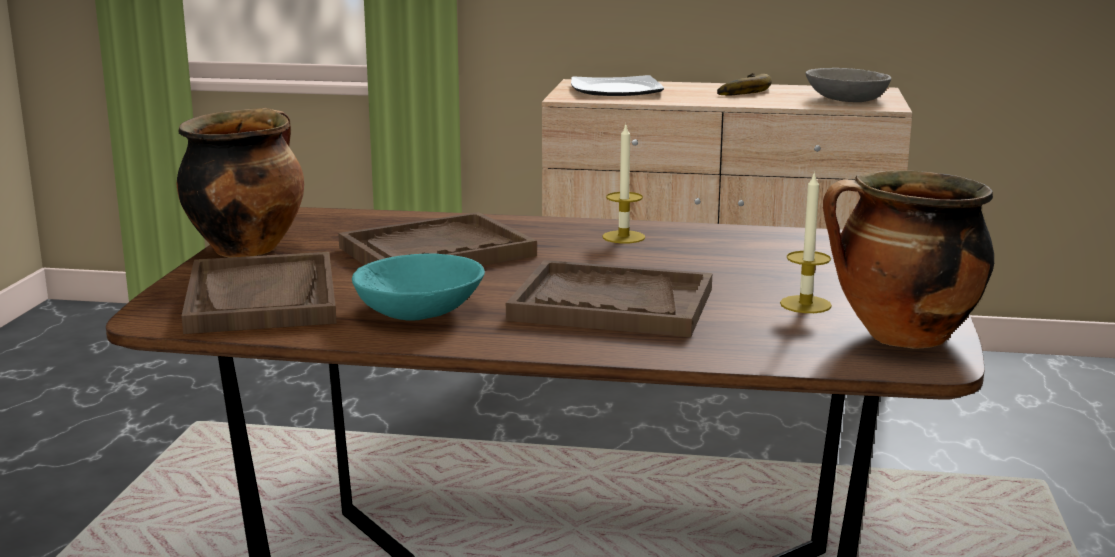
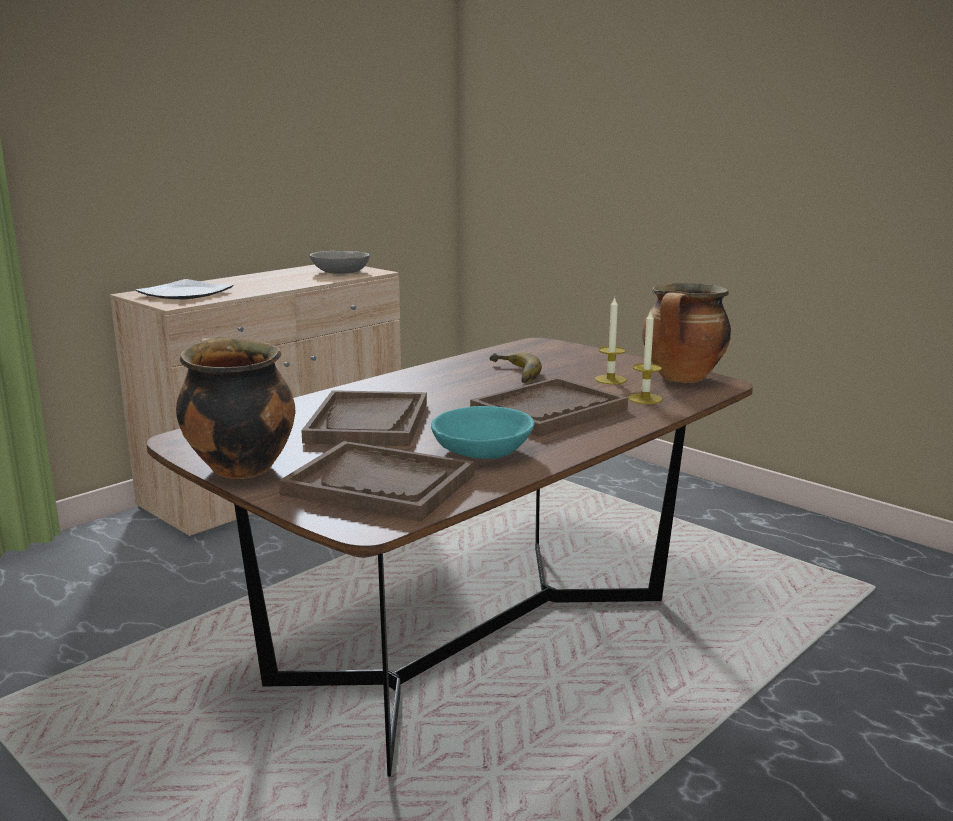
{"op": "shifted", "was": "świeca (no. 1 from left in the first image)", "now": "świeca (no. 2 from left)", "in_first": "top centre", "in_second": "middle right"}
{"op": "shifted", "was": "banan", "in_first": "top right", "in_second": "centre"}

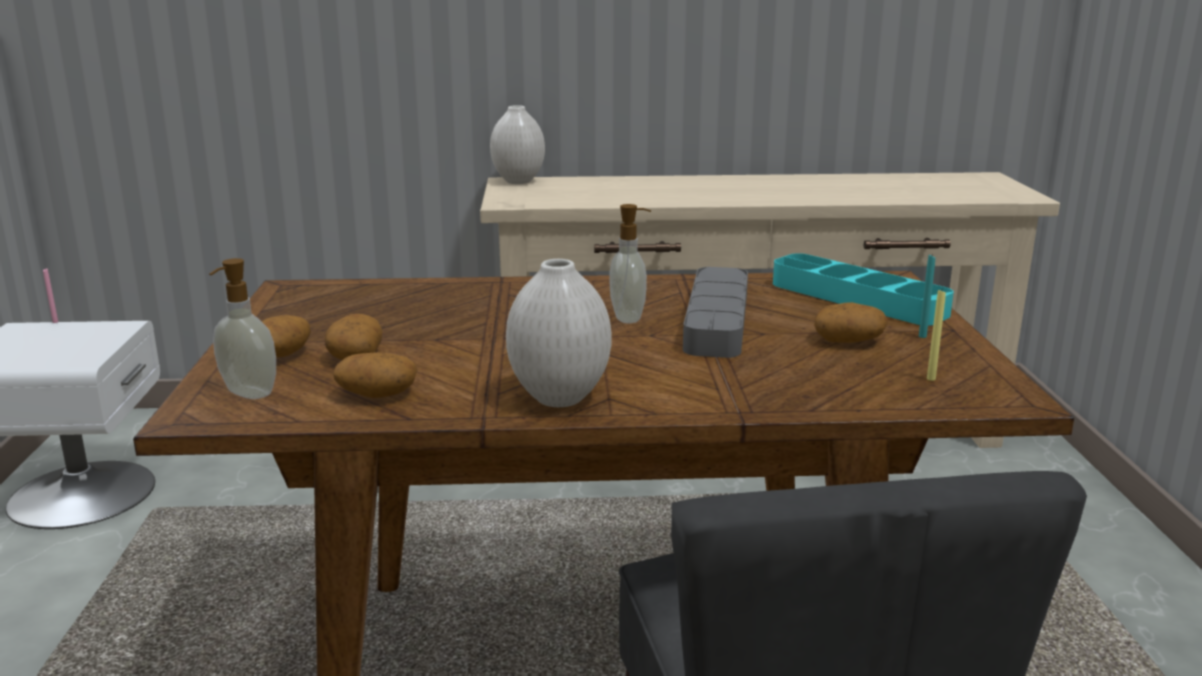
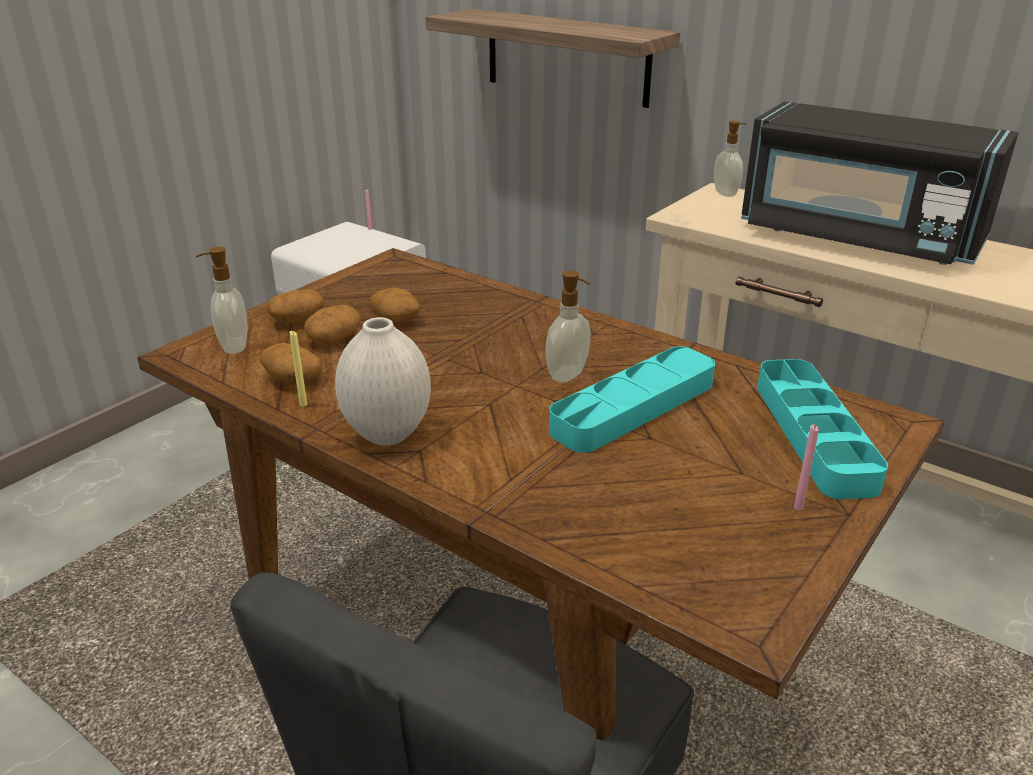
{"op": "new", "now": "półka", "in_second": "top centre"}
{"op": "new", "now": "mikrofalówka (czarny)", "in_second": "top right"}
{"op": "shifted", "was": "ziemniak (no. 4 from left)", "in_first": "middle right", "in_second": "centre"}
{"op": "shifted", "was": "świeca (żółty)", "in_first": "middle right", "in_second": "middle left"}
{"op": "swapped", "was": "wazon (biały) (no. 1 from left)", "now": "dozownik mydła (no. 3 from left)", "in_first": "top centre", "in_second": "top right"}
{"op": "repainted", "was": "taca (szary)", "now": "taca (turkusowy) (no. 1 from left)", "in_first": "centre", "in_second": "centre"}
{"op": "repainted", "was": "świeca (turkusowy)", "now": "świeca (różowy) (no. 2 from left)", "in_first": "middle right", "in_second": "middle right"}

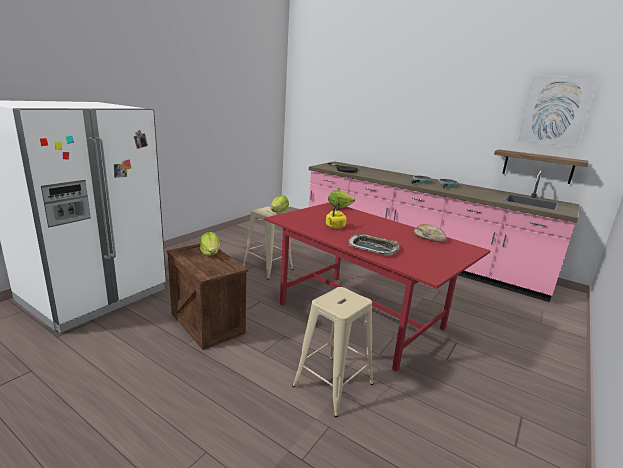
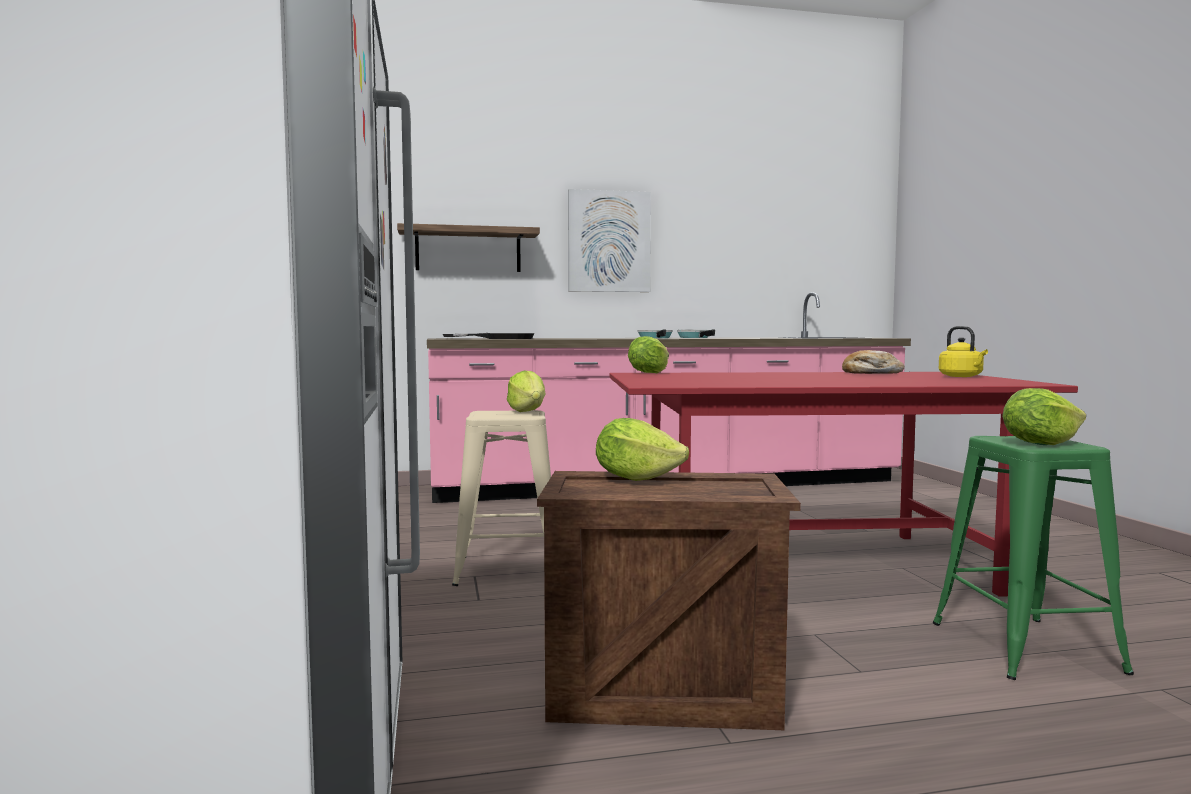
{"op": "gone", "was": "taca", "in_first": "centre"}
{"op": "new", "now": "sałata (no. 4 from left)", "in_second": "middle right"}
{"op": "shifted", "was": "czajnik (żółty)", "in_first": "centre", "in_second": "middle right"}
{"op": "shifted", "was": "półka", "in_first": "middle right", "in_second": "top centre"}
{"op": "shifted", "was": "obraz", "in_first": "top right", "in_second": "top centre"}
{"op": "repainted", "was": "stołek (beżowy) (no. 2 from left)", "now": "stołek (zielony)", "in_first": "bottom centre", "in_second": "bottom right"}

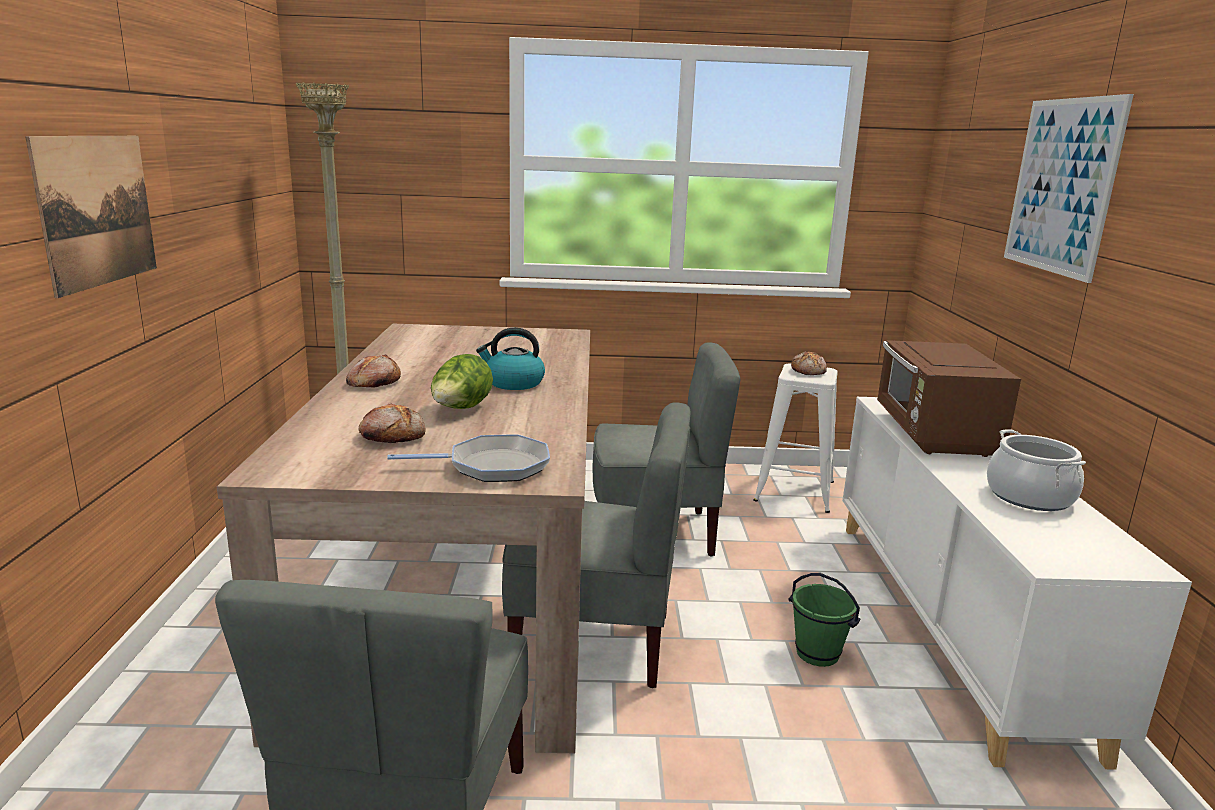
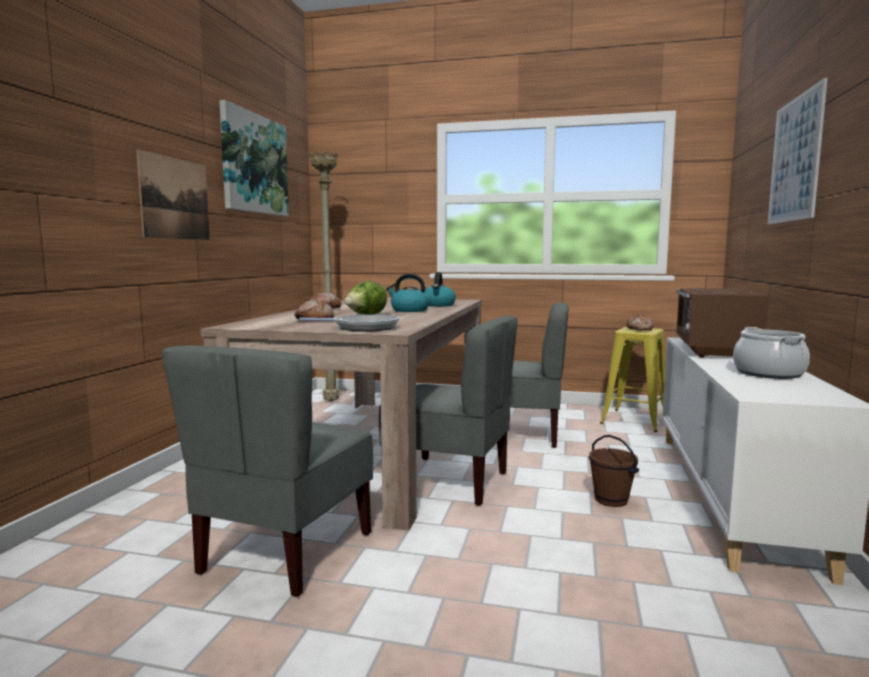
{"op": "new", "now": "obraz (no. 2 from left)", "in_second": "top left"}
{"op": "new", "now": "czajnik (no. 2 from left)", "in_second": "centre"}
{"op": "repainted", "was": "stołek (biały)", "now": "stołek (żółty)", "in_first": "centre", "in_second": "middle right"}
{"op": "repainted", "was": "wiadro (zielony)", "now": "wiadro (brązowy)", "in_first": "bottom right", "in_second": "bottom right"}

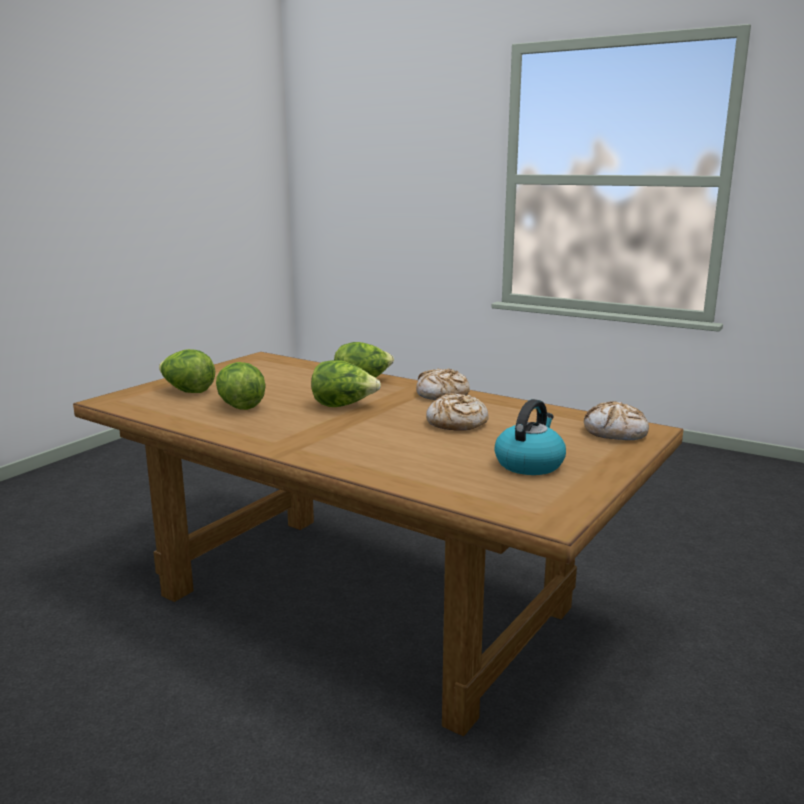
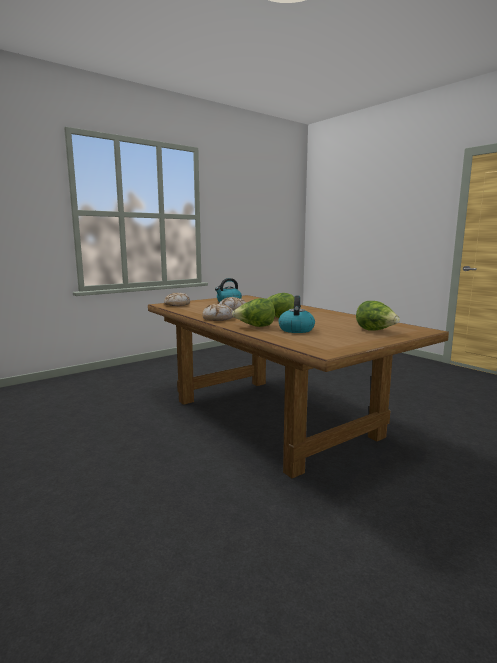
{"op": "gone", "was": "sałata (no. 2 from left)", "in_first": "middle left"}
{"op": "new", "now": "czajnik (no. 2 from left)", "in_second": "centre"}

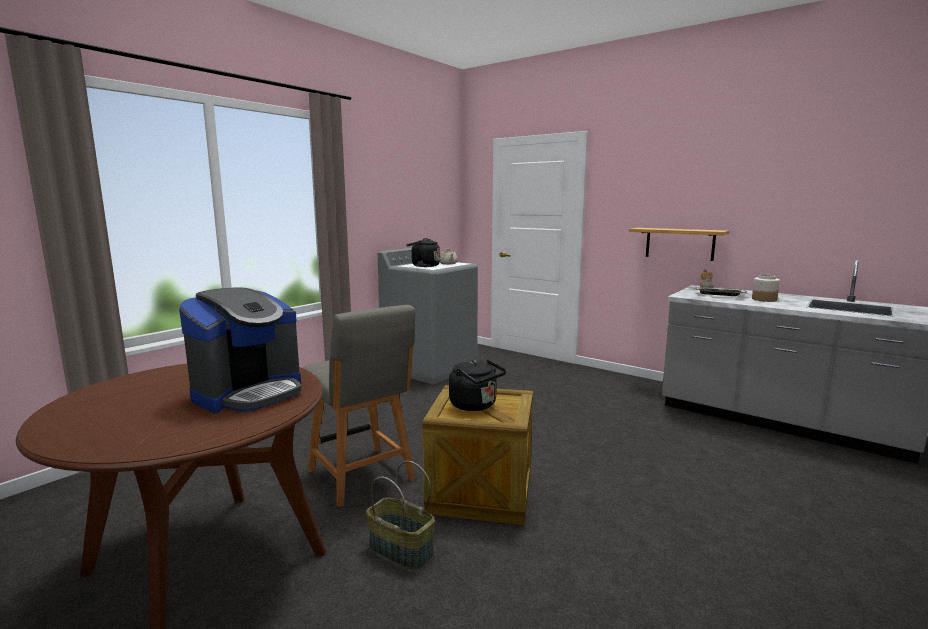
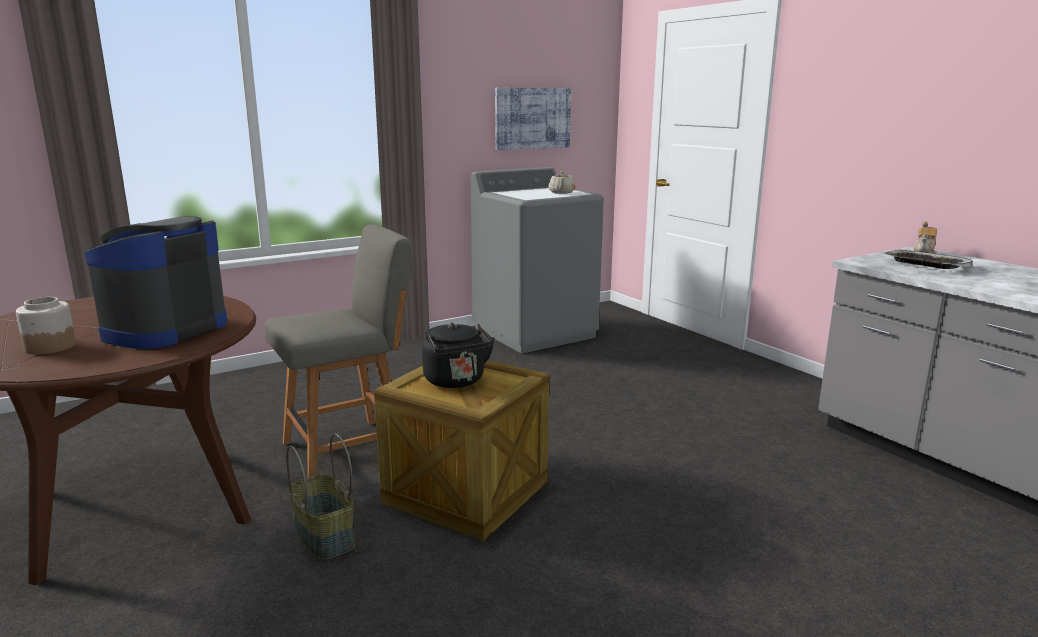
{"op": "gone", "was": "czajnik (czarny) (no. 1 from left)", "in_first": "centre"}
{"op": "gone", "was": "półka", "in_first": "middle right"}
{"op": "new", "now": "obraz", "in_second": "top centre"}
{"op": "shifted", "was": "słoik", "in_first": "middle right", "in_second": "middle left"}
{"op": "rotated", "was": "ekspres do kawy", "in_first": "middle left", "in_second": "middle left", "clockwise": 150}
{"op": "rotated", "was": "krzesło (szary)", "in_first": "centre", "in_second": "middle left", "clockwise": -105}

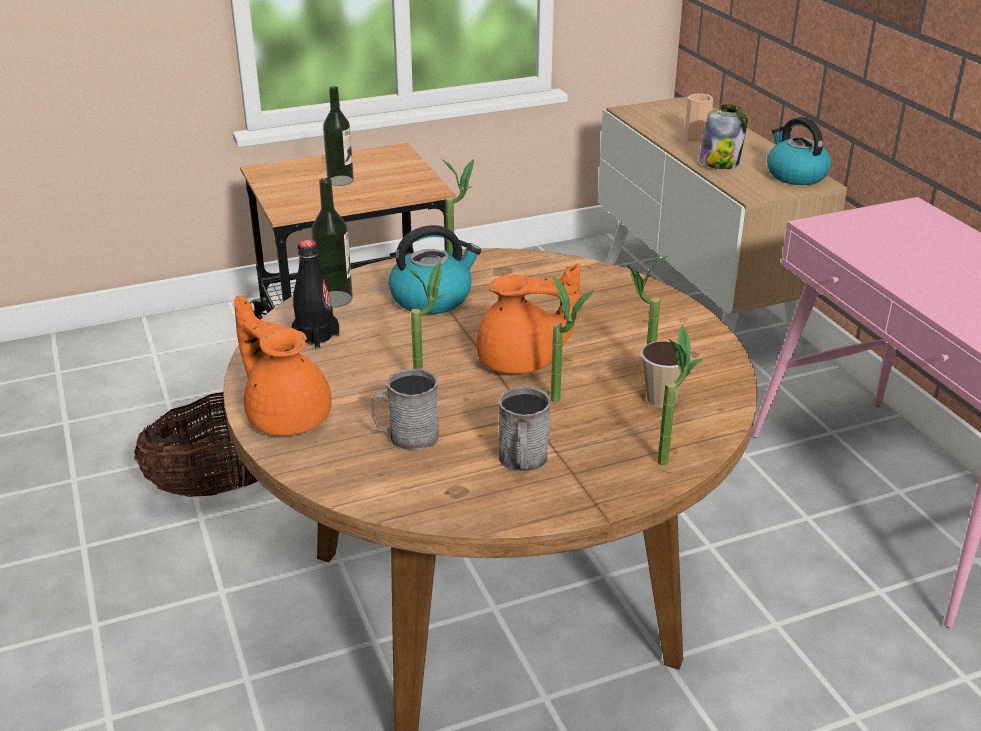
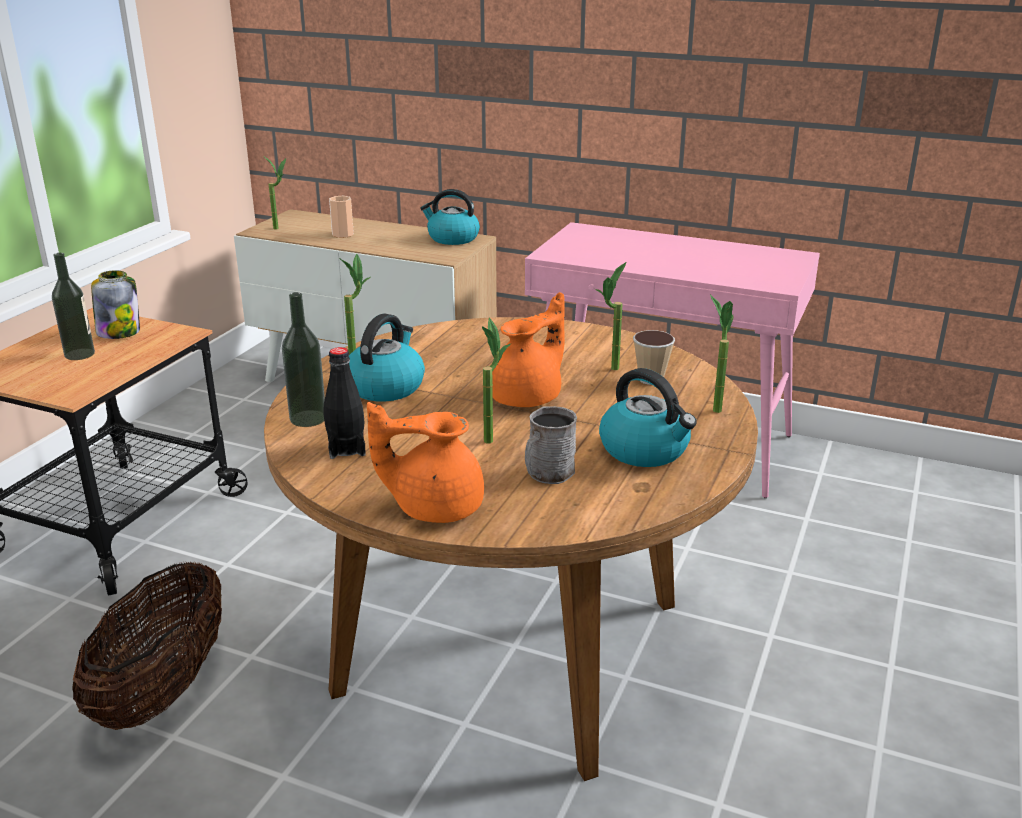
{"op": "shifted", "was": "roślina doniczkowa (no. 3 from left in the first image)", "now": "roślina doniczkowa (no. 1 from left)", "in_first": "centre", "in_second": "top left"}
{"op": "shifted", "was": "słoik", "in_first": "top right", "in_second": "middle left"}
{"op": "swapped", "was": "kubek (szary) (no. 2 from left)", "now": "czajnik (no. 3 from left)", "in_first": "centre", "in_second": "centre"}

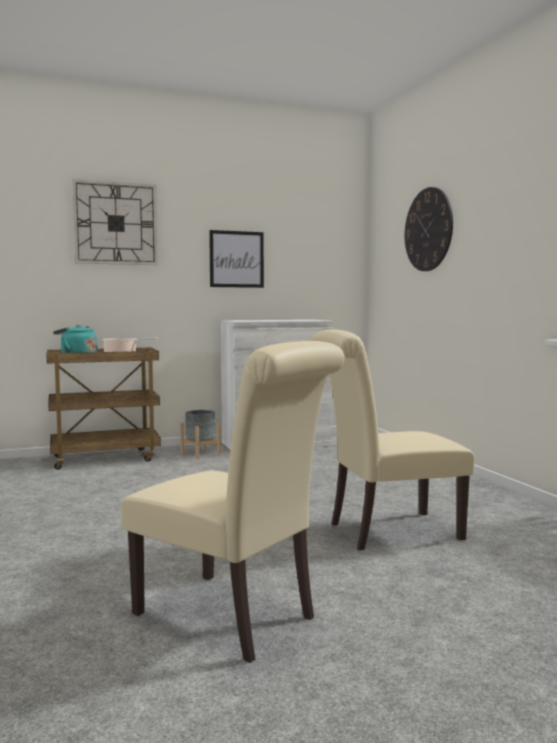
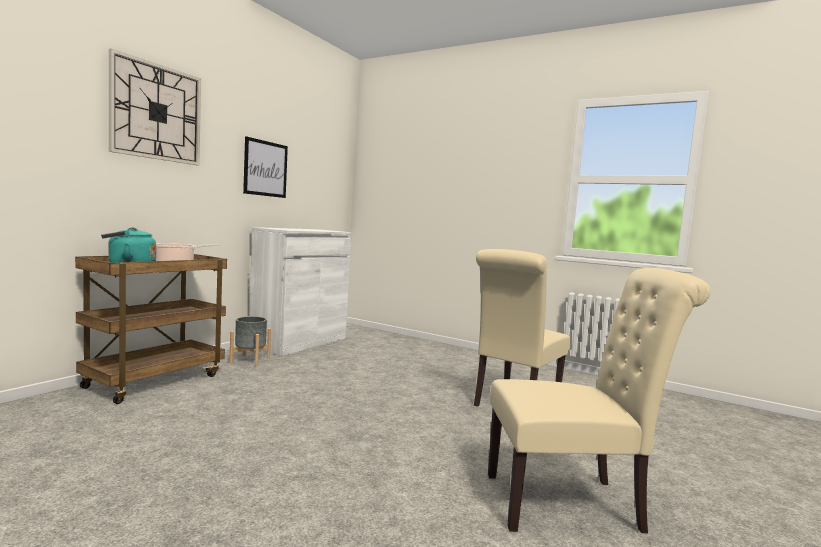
{"op": "gone", "was": "zegar ścienny (no. 2 from left)", "in_first": "top right"}

